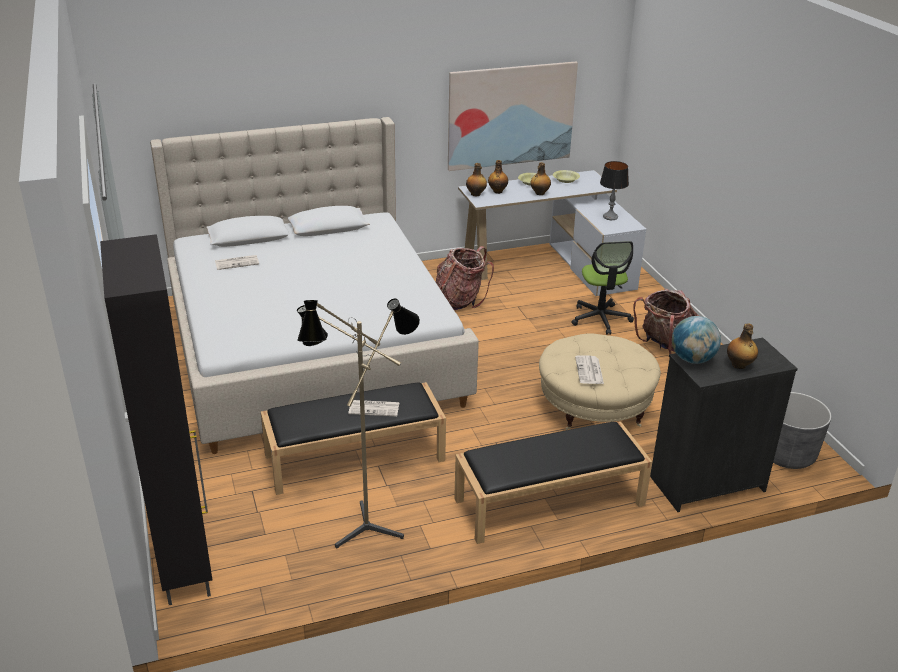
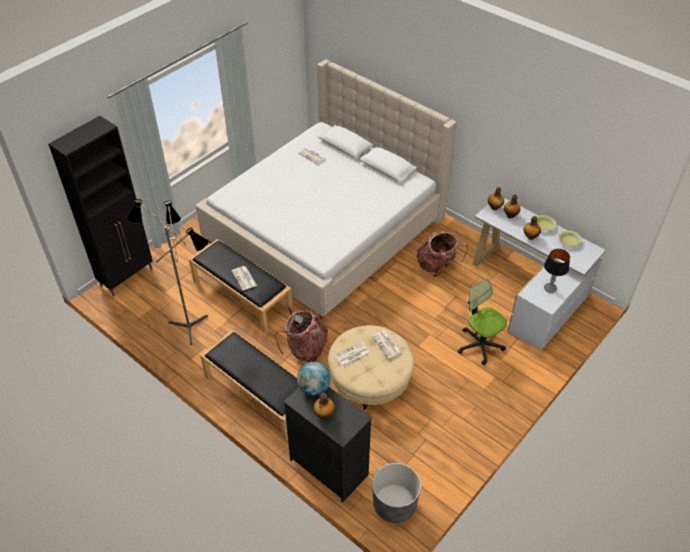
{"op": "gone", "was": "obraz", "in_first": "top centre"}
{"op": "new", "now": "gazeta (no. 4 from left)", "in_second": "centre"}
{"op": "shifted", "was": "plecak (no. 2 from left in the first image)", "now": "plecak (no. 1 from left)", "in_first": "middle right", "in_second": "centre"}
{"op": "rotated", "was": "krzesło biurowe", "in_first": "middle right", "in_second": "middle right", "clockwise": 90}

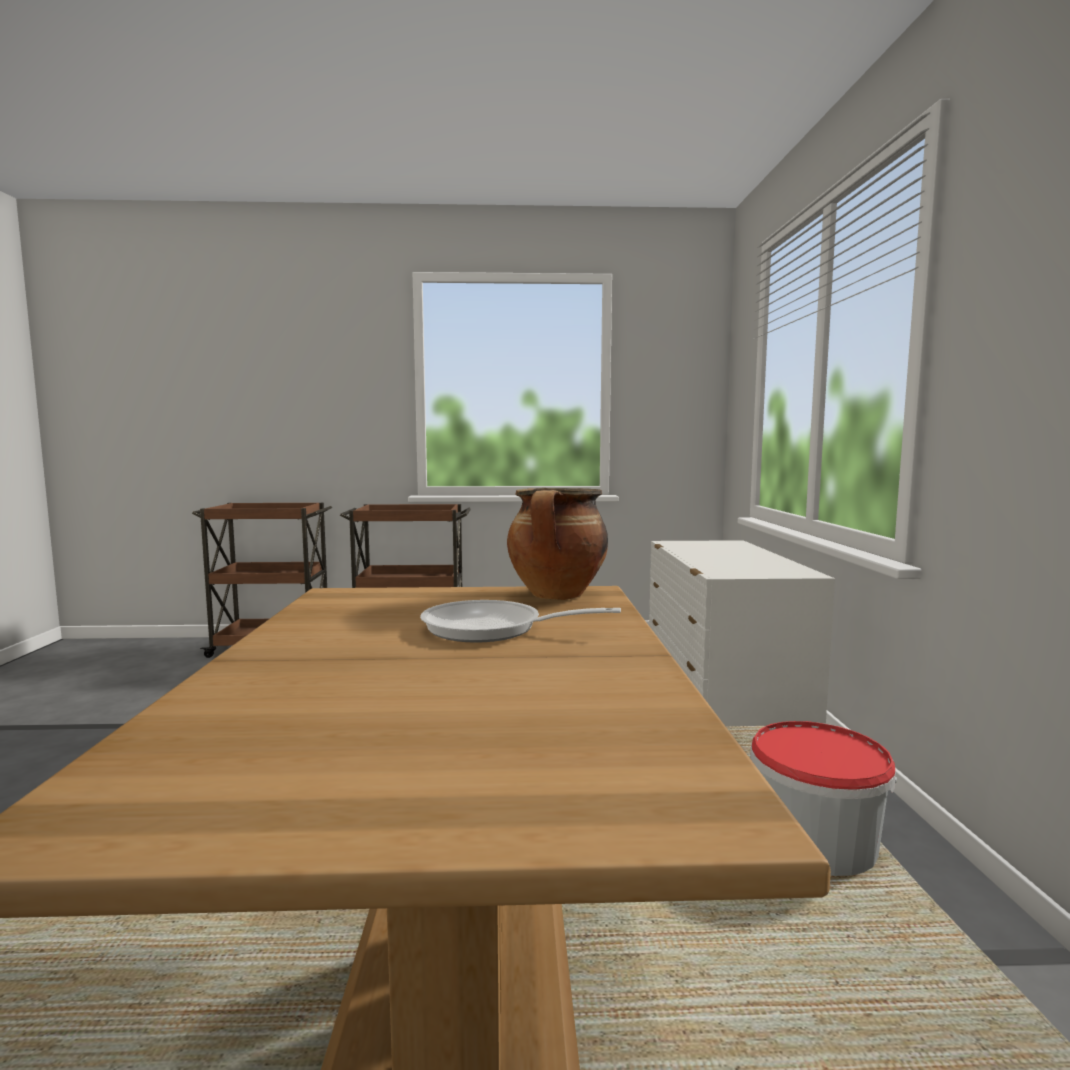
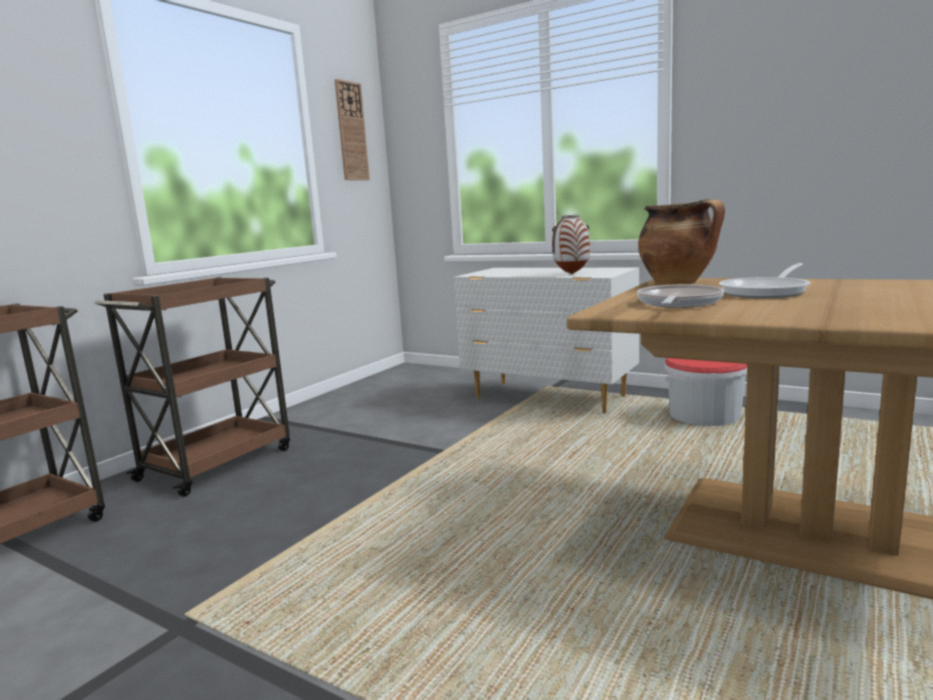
{"op": "new", "now": "zegar ścienny", "in_second": "top centre"}
{"op": "new", "now": "wazon", "in_second": "centre"}
{"op": "new", "now": "patelnia (no. 1 from left)", "in_second": "middle right"}

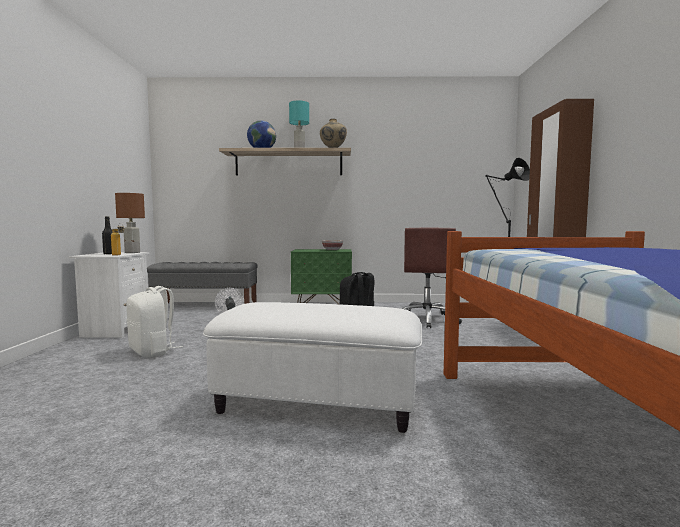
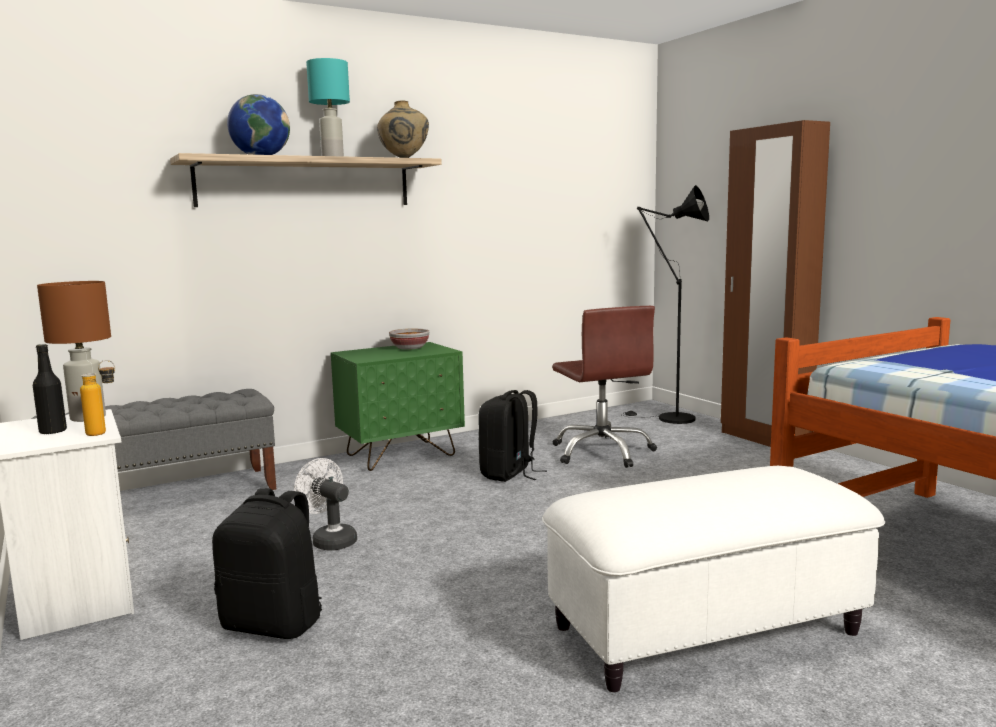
{"op": "repainted", "was": "plecak (biały)", "now": "plecak (czarny) (no. 1 from left)", "in_first": "middle left", "in_second": "bottom left"}

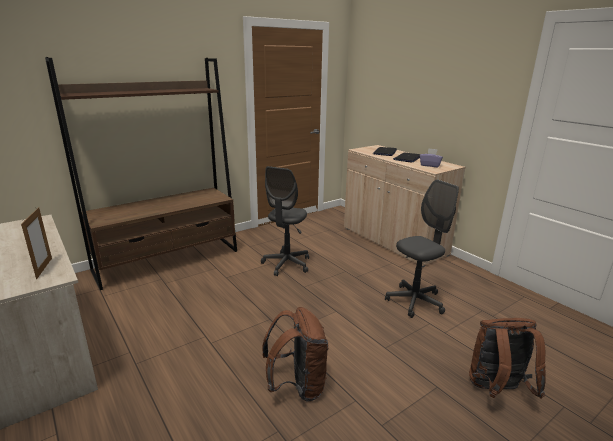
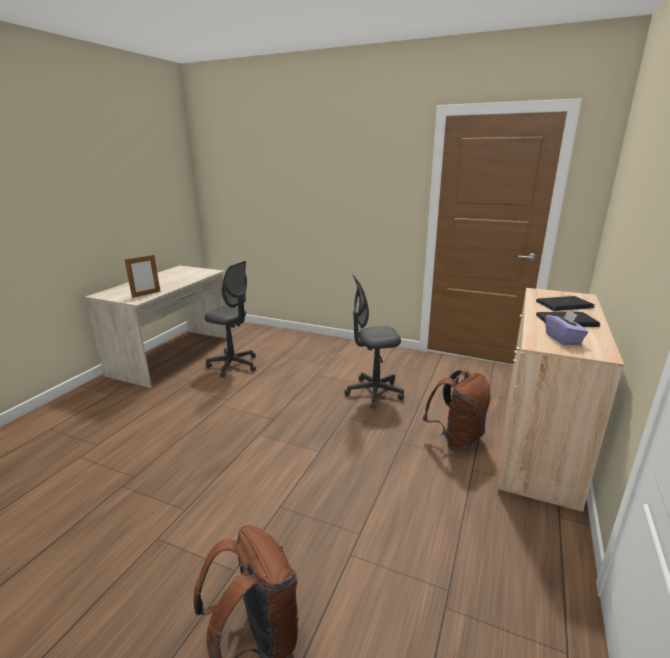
{"op": "gone", "was": "regał (brązowy)", "in_first": "middle left"}
{"op": "shifted", "was": "plecak (brązowy) (no. 1 from left in the first image)", "now": "plecak (brązowy) (no. 2 from left)", "in_first": "bottom centre", "in_second": "middle right"}
{"op": "shifted", "was": "krzesło biurowe (szary) (no. 2 from left in the first image)", "now": "krzesło biurowe (szary) (no. 1 from left)", "in_first": "middle right", "in_second": "centre"}

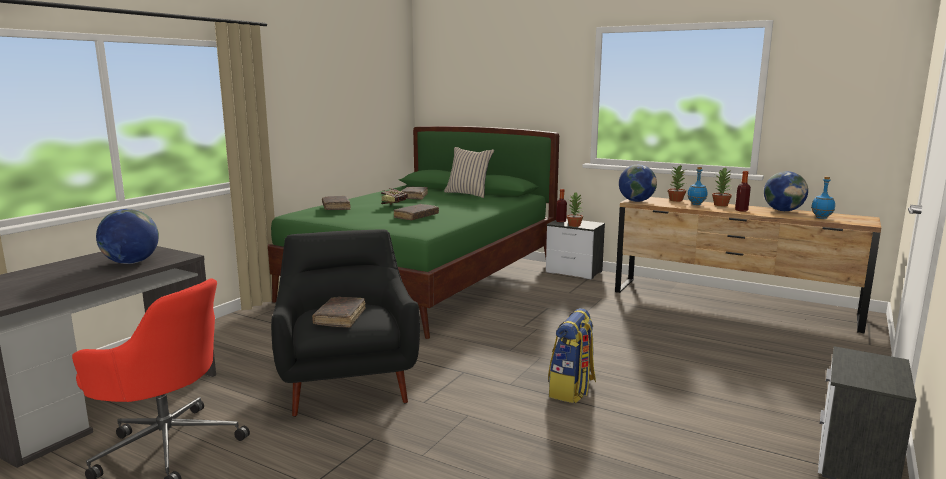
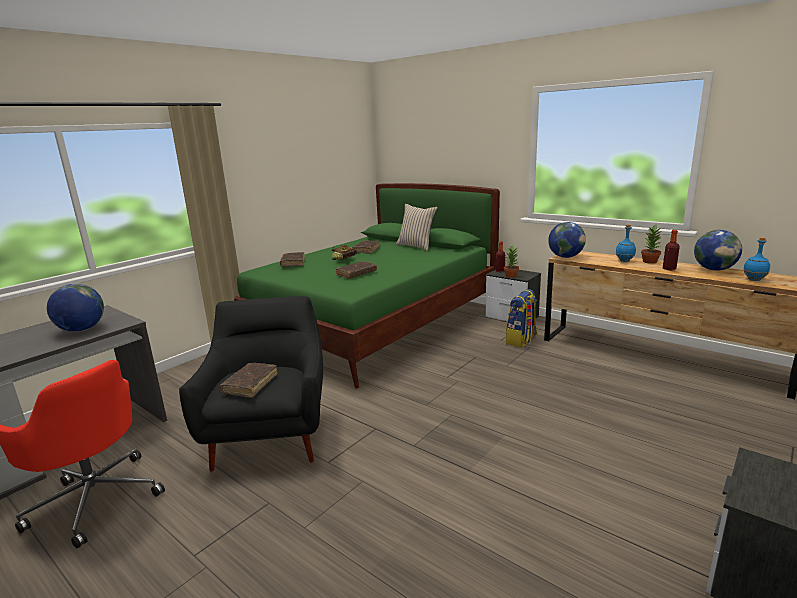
{"op": "gone", "was": "roślina doniczkowa (no. 2 from left)", "in_first": "middle right"}
{"op": "shifted", "was": "plecak", "in_first": "bottom centre", "in_second": "centre"}

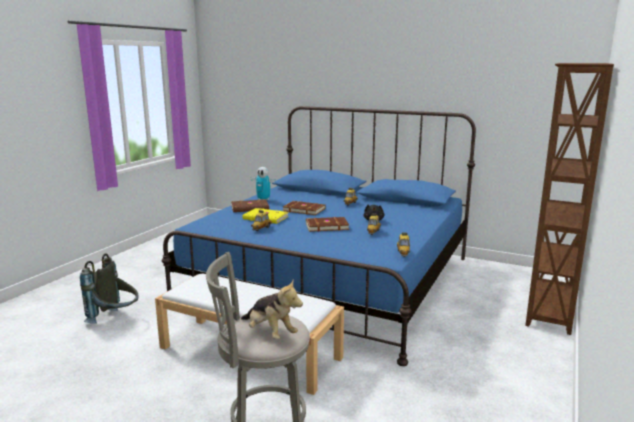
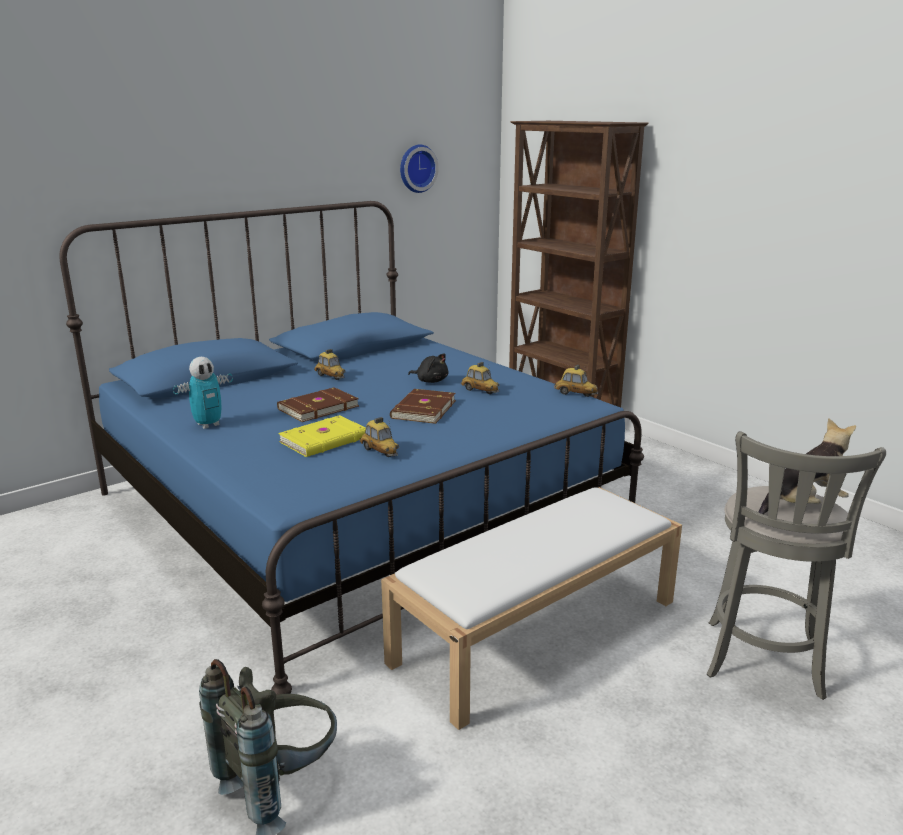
{"op": "gone", "was": "książka (brązowy) (no. 1 from left)", "in_first": "centre"}
{"op": "new", "now": "zegar ścienny", "in_second": "top centre"}

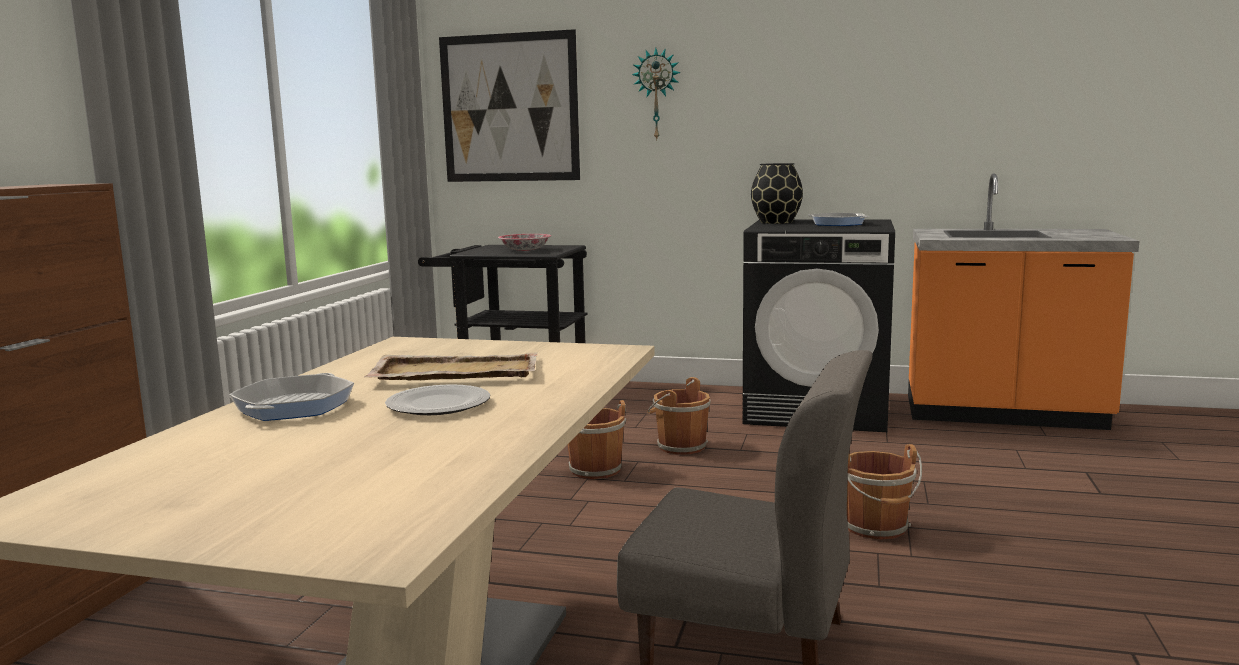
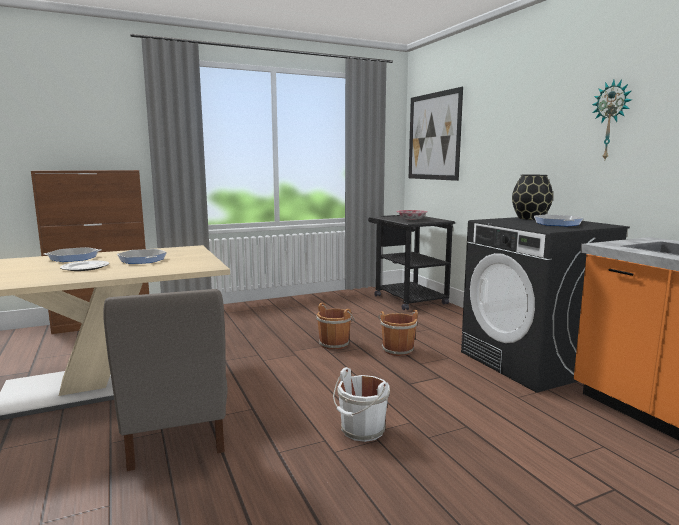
{"op": "shifted", "was": "zegar ścienny", "in_first": "top centre", "in_second": "top right"}
{"op": "swapped", "was": "taca (beżowy)", "now": "patelnia (no. 2 from left)", "in_first": "centre", "in_second": "middle left"}
{"op": "repainted", "was": "wiadro (brązowy) (no. 3 from left)", "now": "wiadro (biały)", "in_first": "bottom right", "in_second": "bottom centre"}

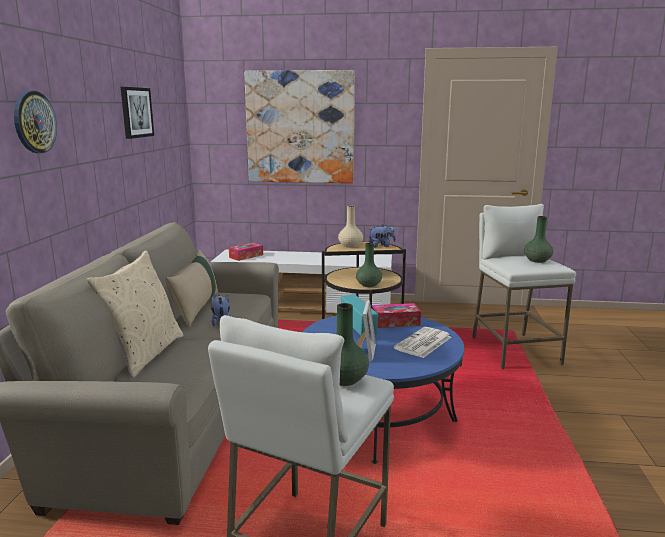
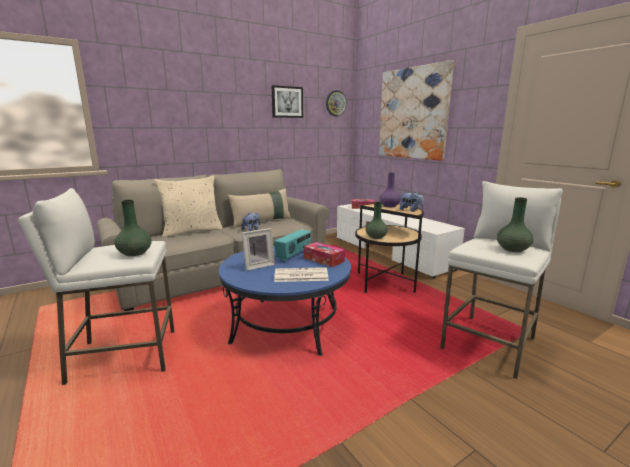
{"op": "shifted", "was": "zegar ścienny", "in_first": "top left", "in_second": "top centre"}
{"op": "repainted", "was": "wazon (beżowy)", "now": "wazon (fioletowy)", "in_first": "centre", "in_second": "centre"}

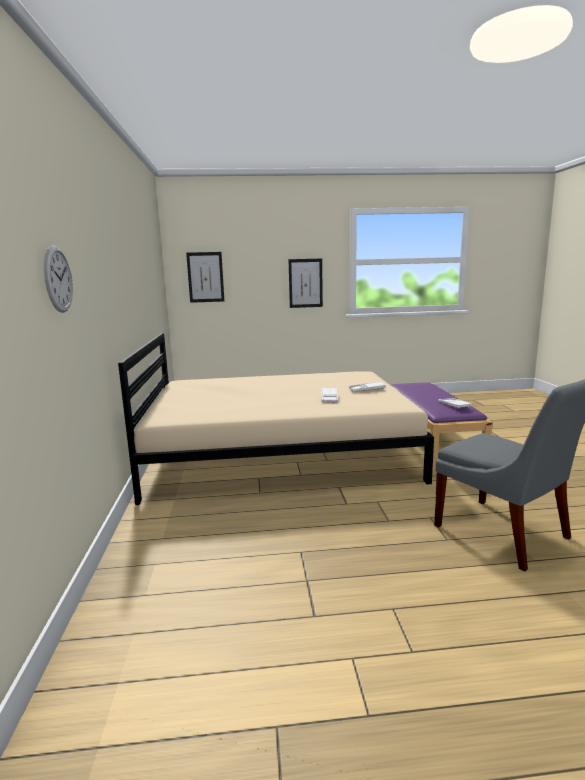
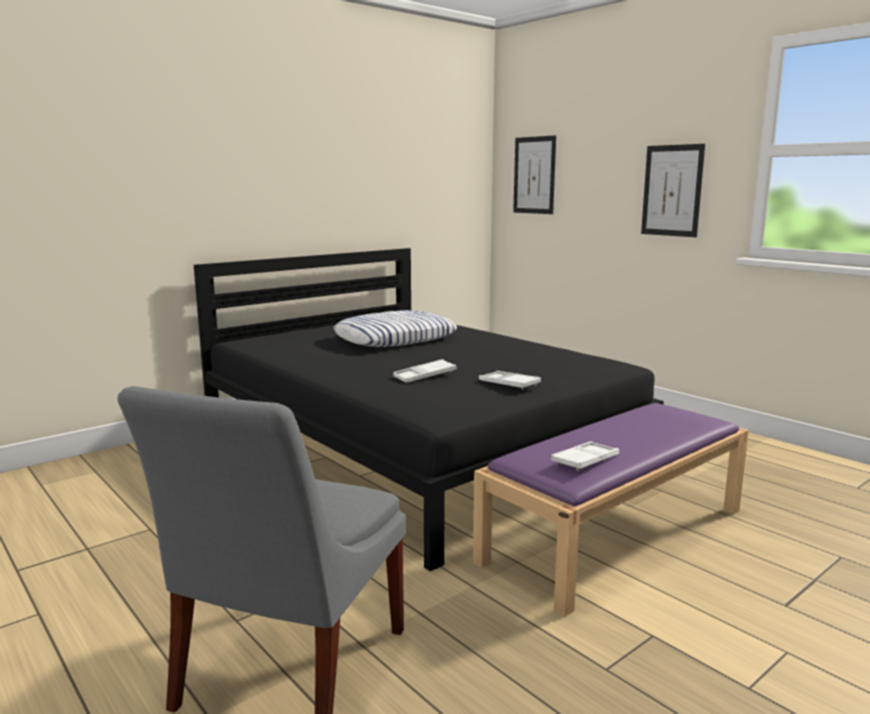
{"op": "gone", "was": "zegar ścienny", "in_first": "middle left"}
{"op": "new", "now": "poduszka", "in_second": "centre"}
{"op": "repainted", "was": "łóżko (beżowy)", "now": "łóżko (czarny)", "in_first": "centre", "in_second": "centre"}

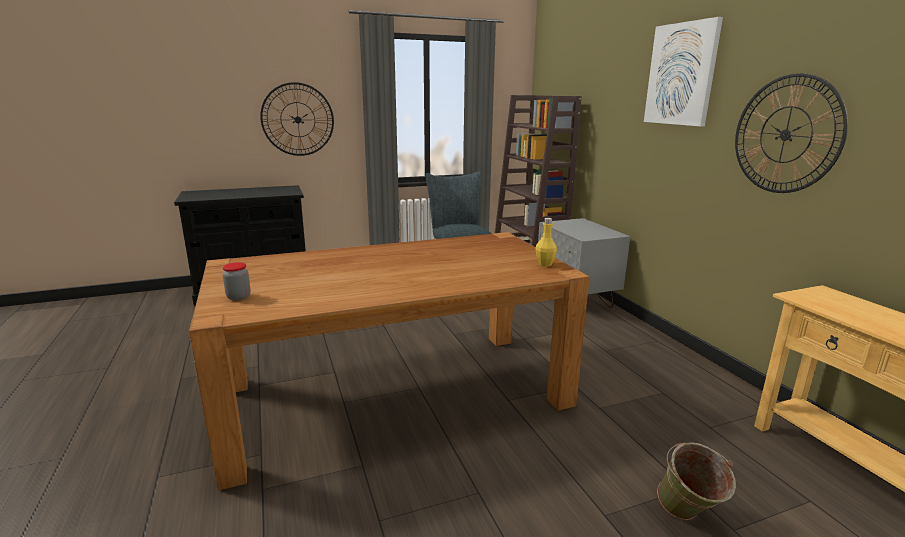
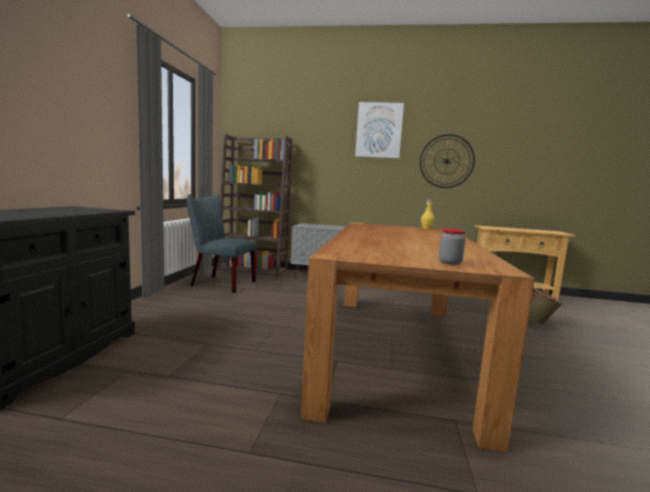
{"op": "gone", "was": "zegar ścienny (no. 1 from left)", "in_first": "top left"}

